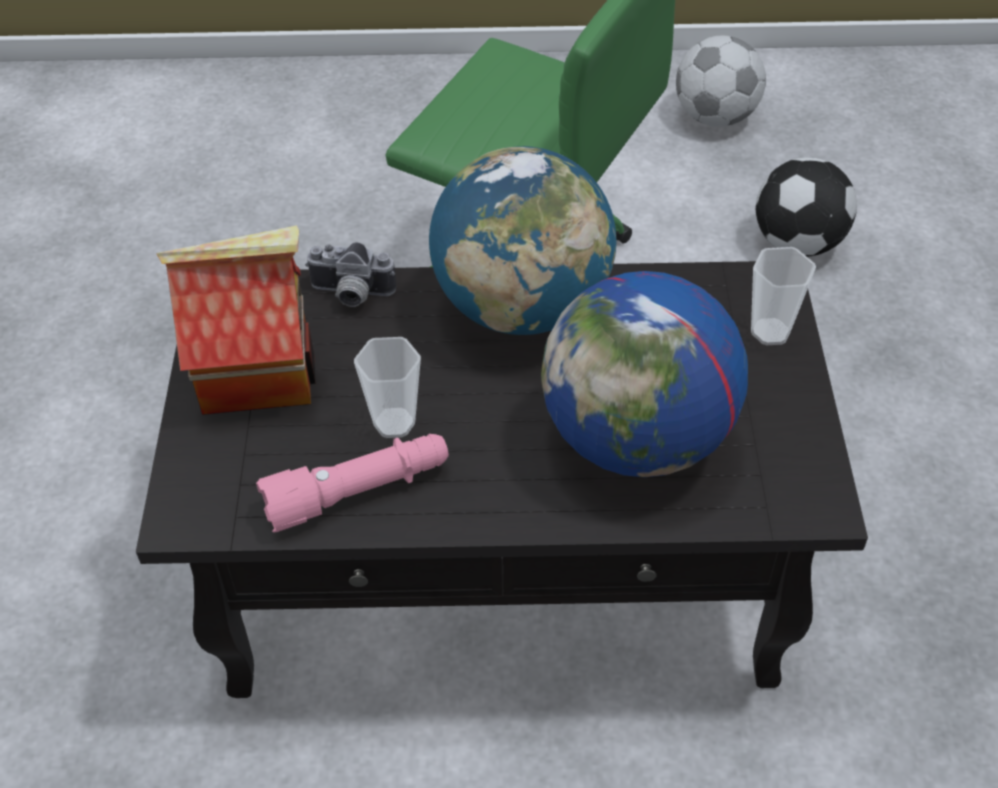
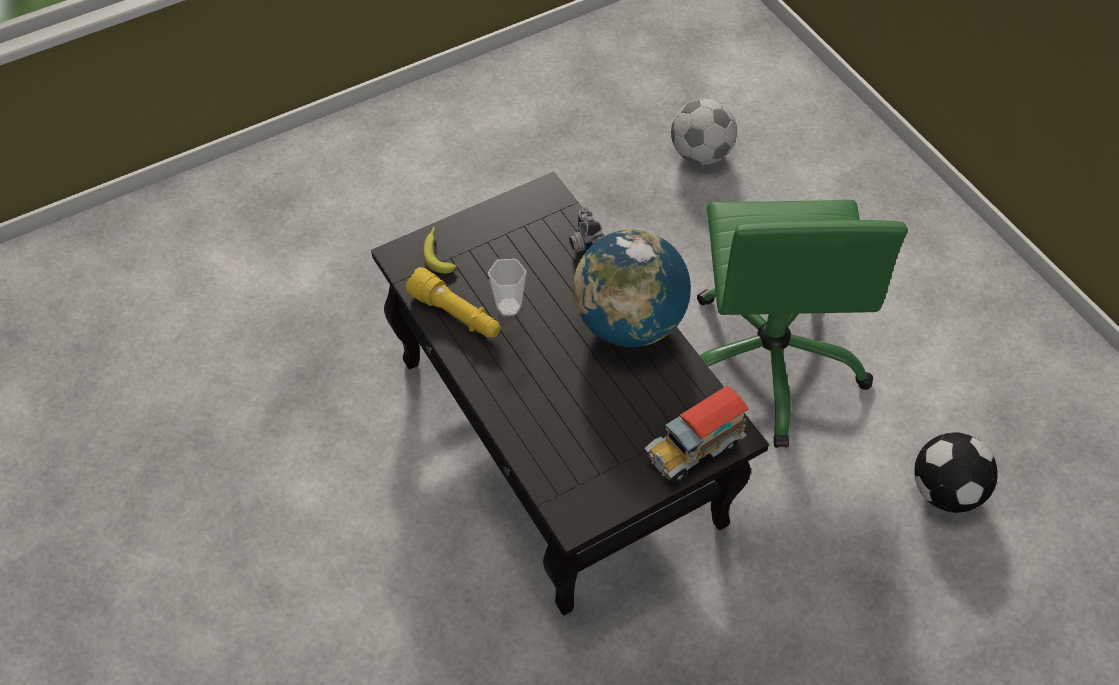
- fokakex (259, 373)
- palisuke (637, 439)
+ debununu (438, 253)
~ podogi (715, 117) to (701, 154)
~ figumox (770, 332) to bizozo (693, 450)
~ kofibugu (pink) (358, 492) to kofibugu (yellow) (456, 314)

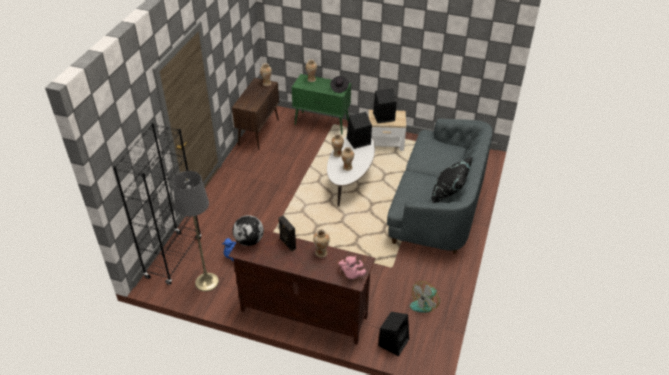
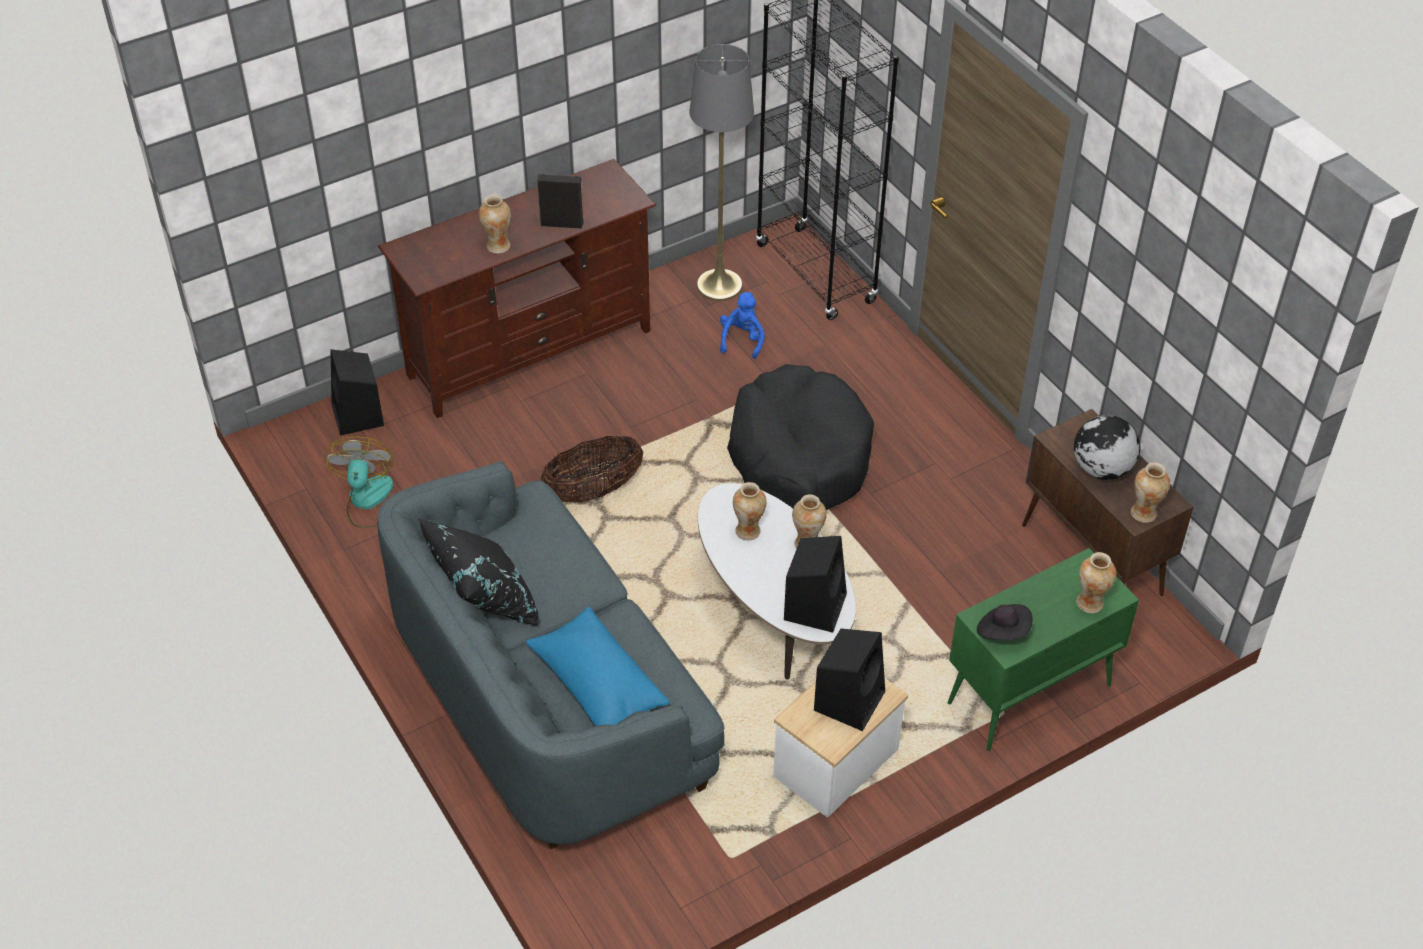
- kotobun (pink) (351, 274)
+ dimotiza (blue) (597, 684)
+ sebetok (593, 491)
+ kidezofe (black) (799, 456)
~ palisuke (249, 241) to (1101, 469)

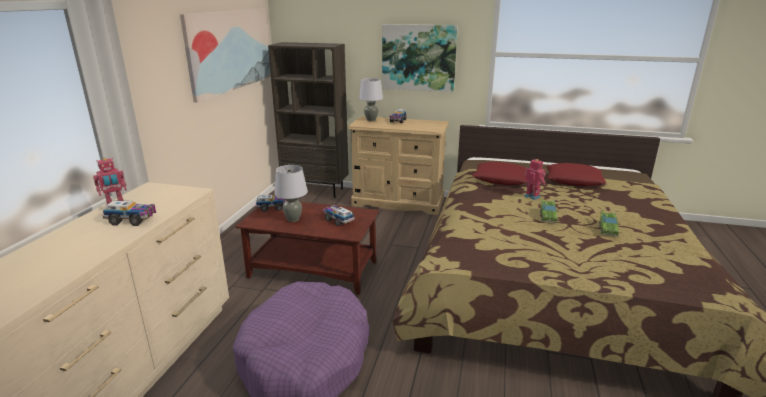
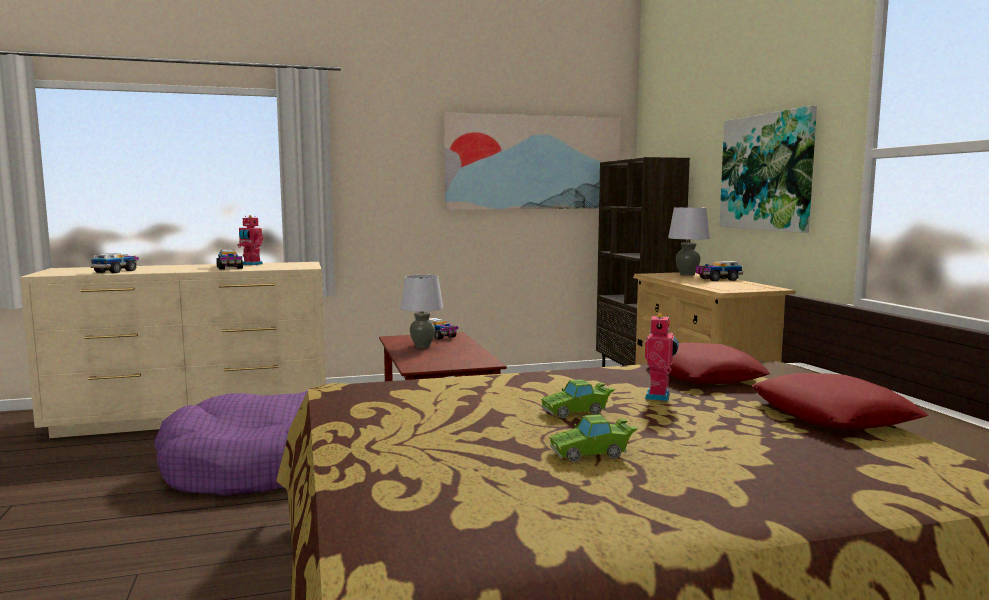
~ bizozo (338, 220) to (116, 271)

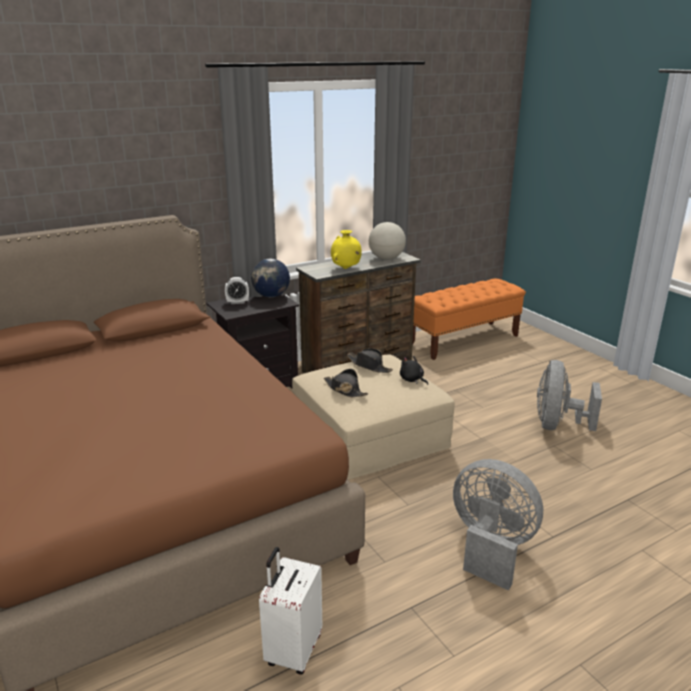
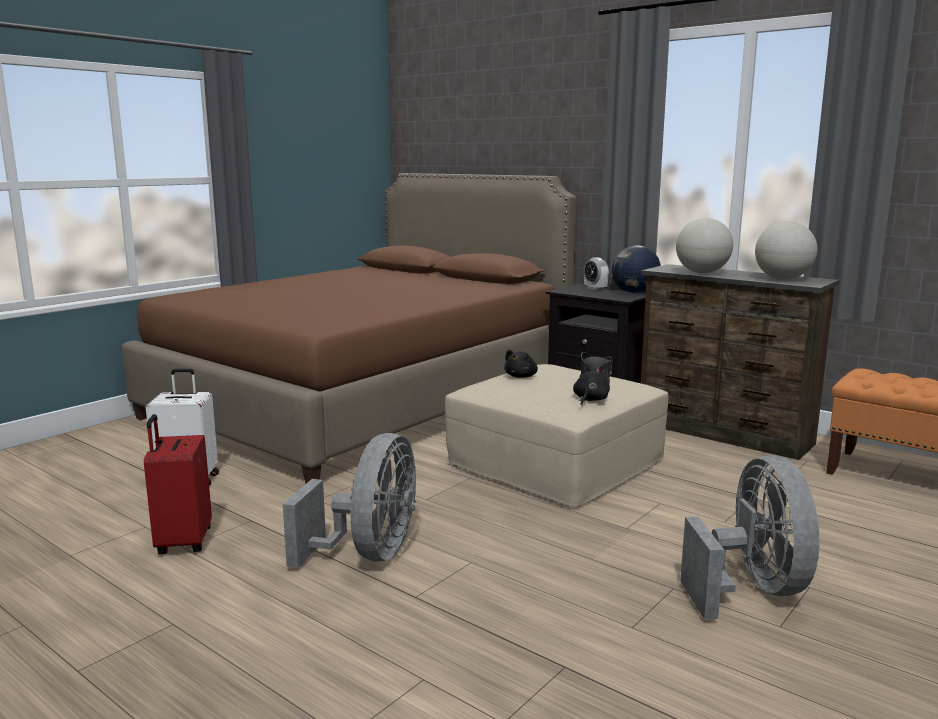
+ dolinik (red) (182, 542)
~ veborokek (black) (345, 390) to kotobun (black) (521, 376)
~ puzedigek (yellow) (346, 268) to palisuke (702, 273)
~ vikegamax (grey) (557, 425) = (752, 589) 90 degrees clockwise

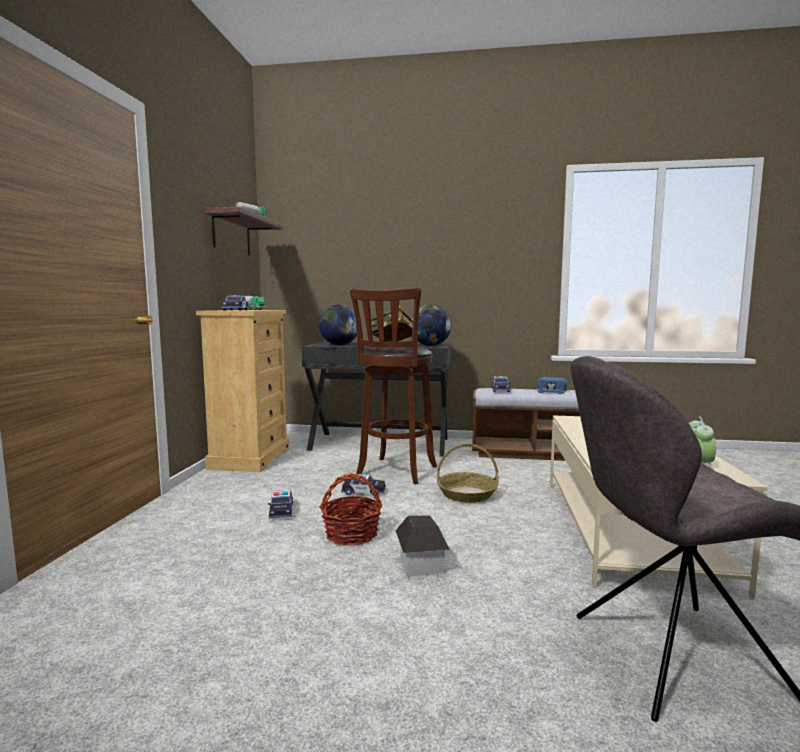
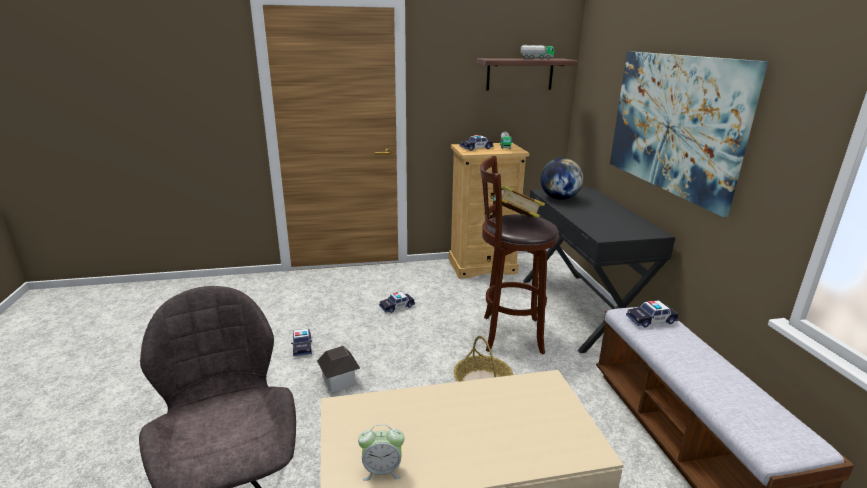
- sebetok (352, 534)
- palisuke (430, 345)
- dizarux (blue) (551, 390)
+ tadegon (674, 123)
~ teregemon (363, 491) to (302, 346)

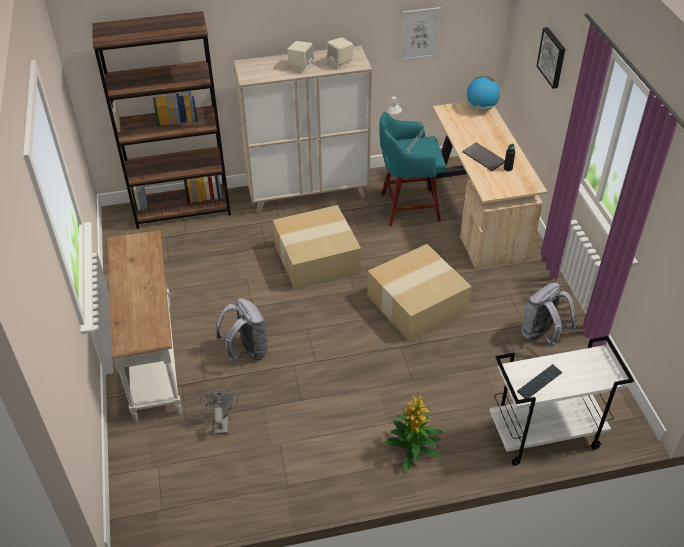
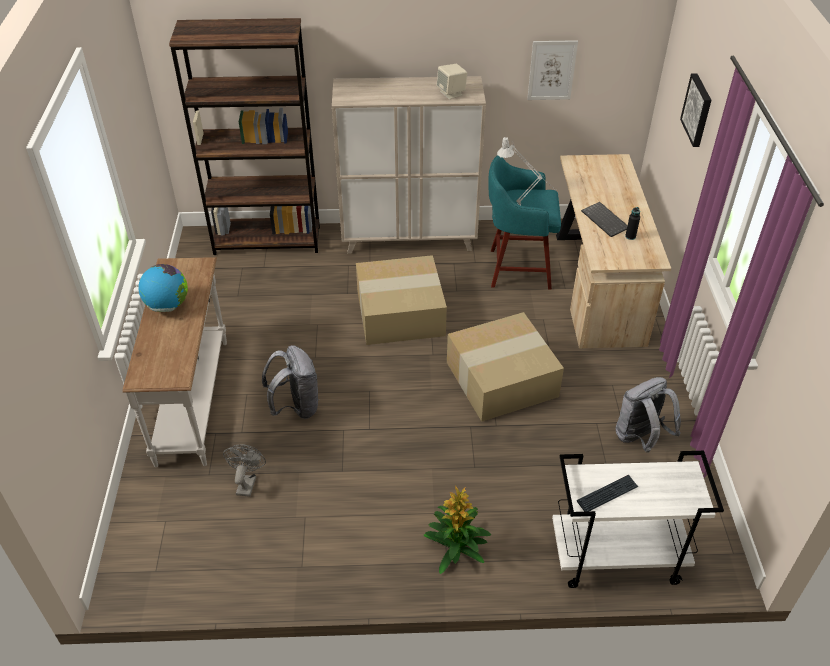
- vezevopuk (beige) (301, 66)
~ palisuke (481, 107) to (167, 305)

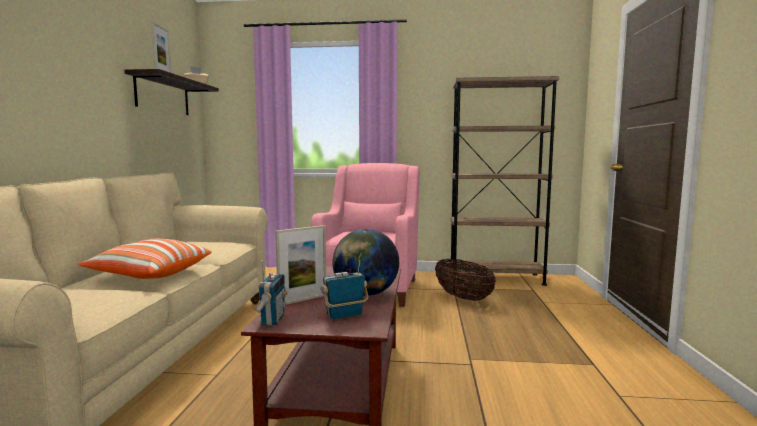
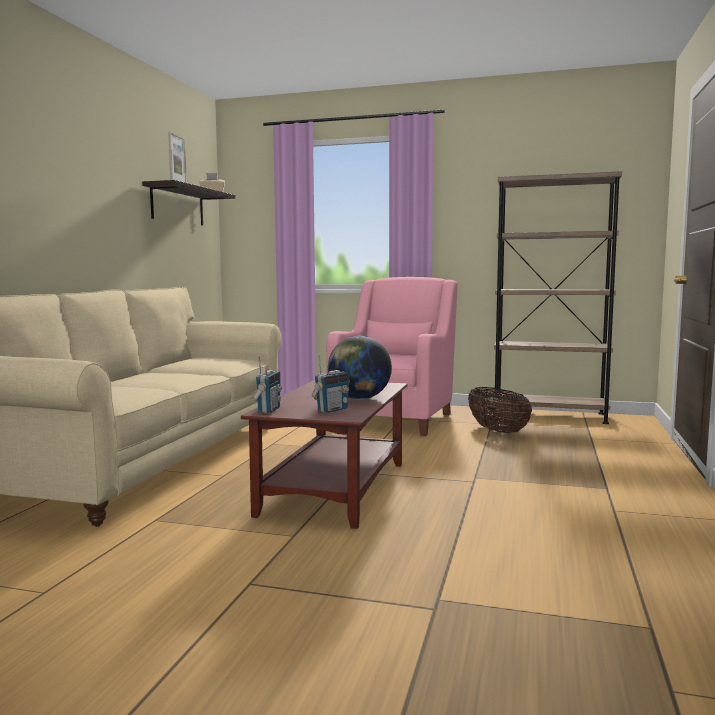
- dimotiza (150, 274)
- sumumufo (303, 300)
~ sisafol (344, 315) = (332, 410) 150 degrees clockwise

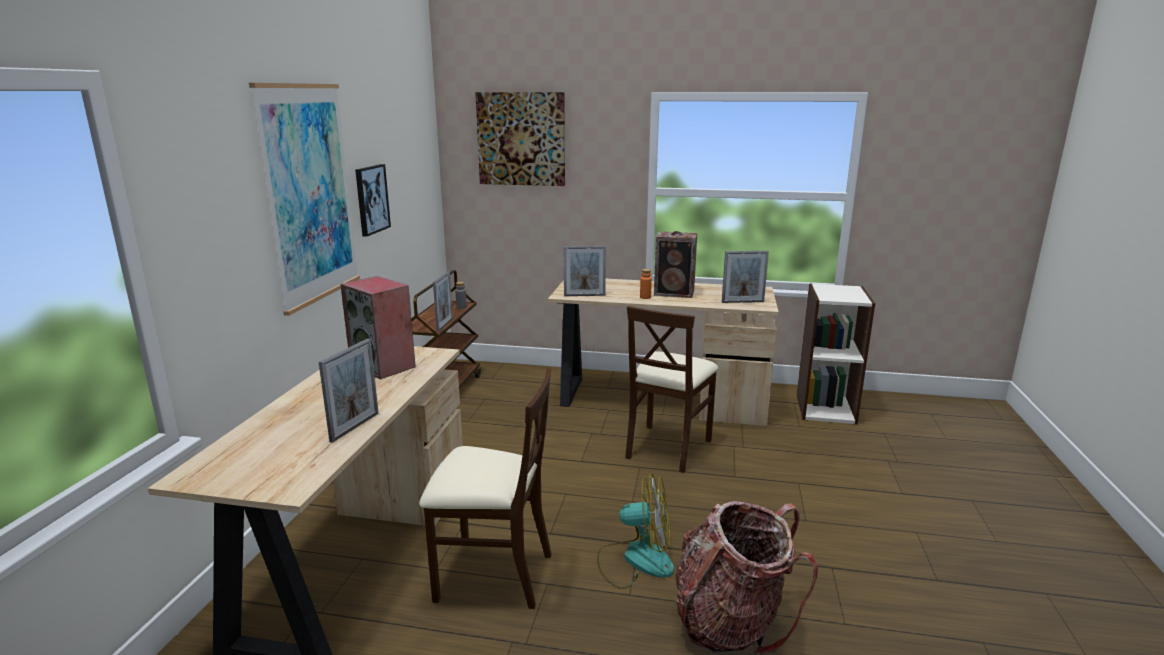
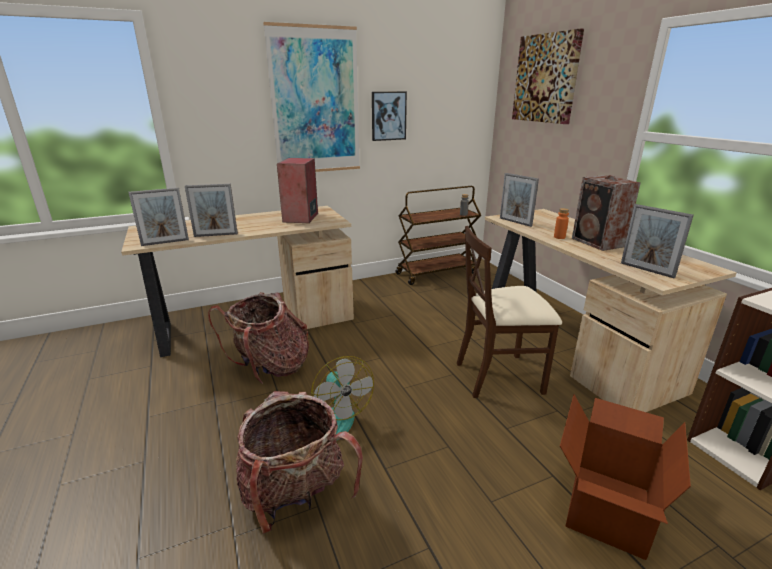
+ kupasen (605, 507)
~ sumumufo (445, 324) to (165, 242)
~ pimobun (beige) (493, 575) to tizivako (270, 368)

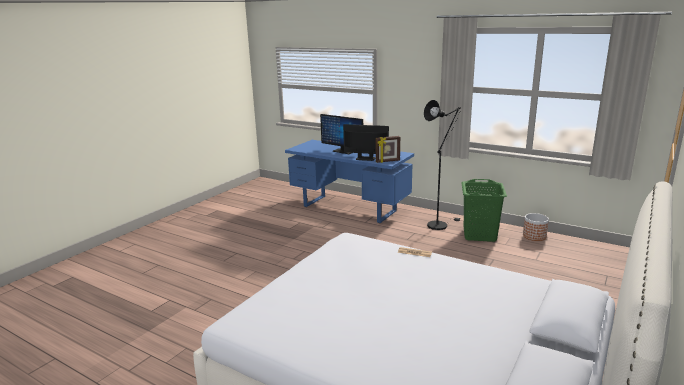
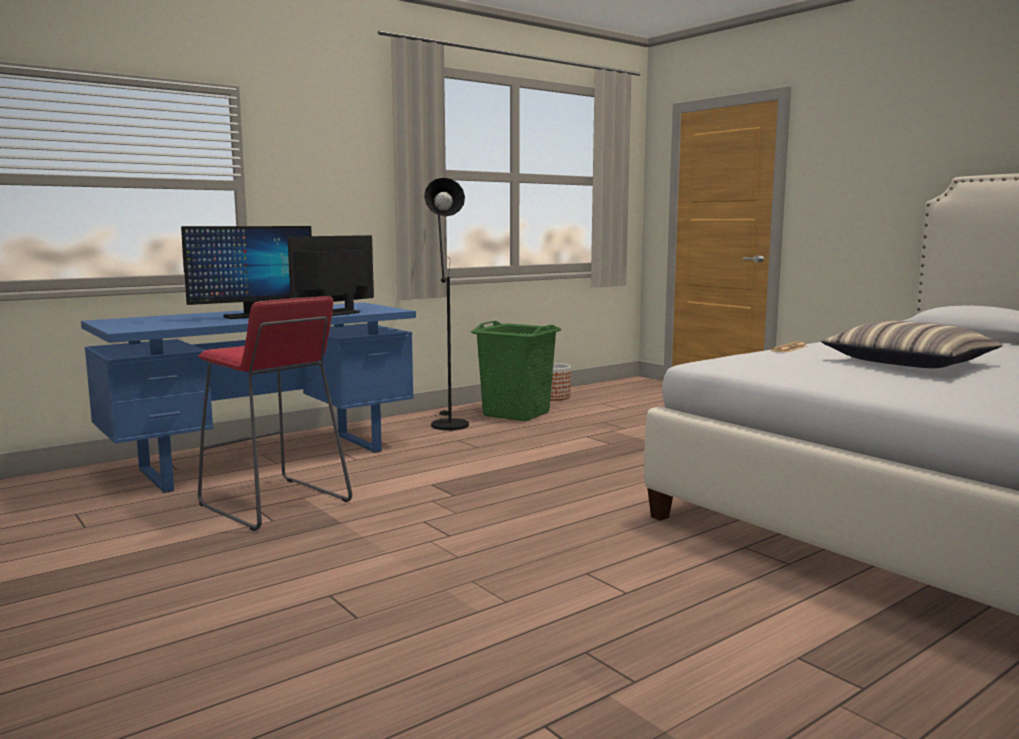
- sumumufo (388, 161)
+ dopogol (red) (274, 503)
+ dimotiza (909, 363)

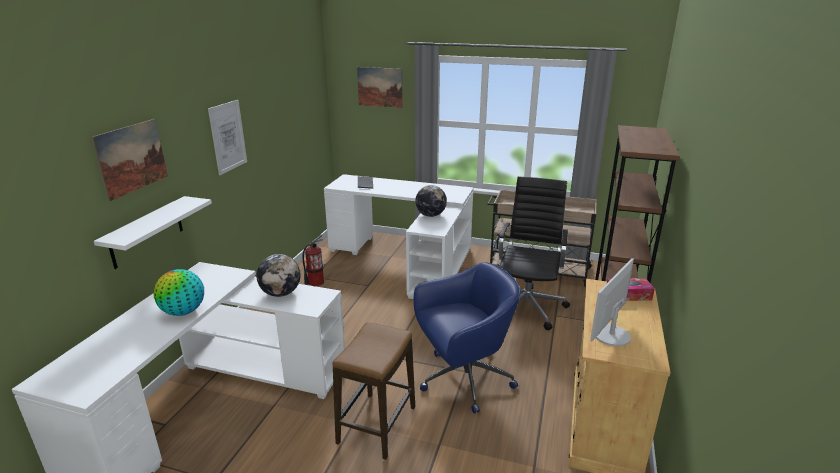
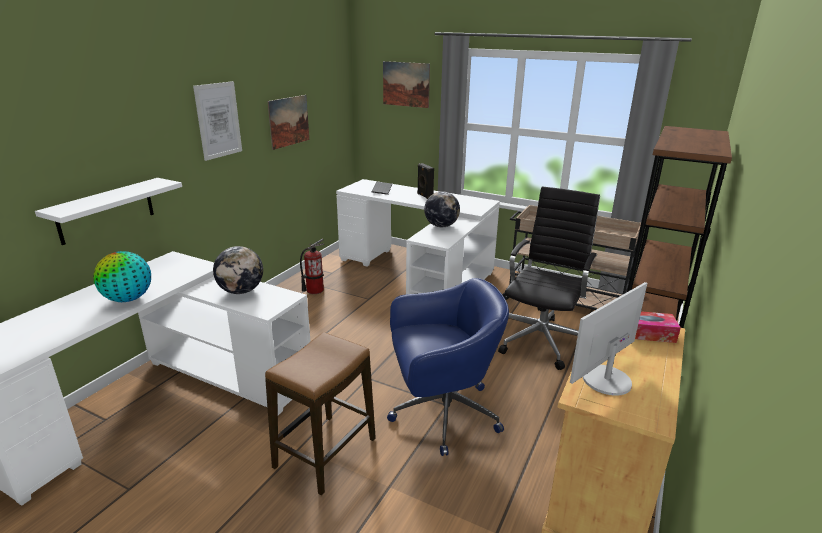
+ vezevopuk (black) (424, 196)
~ tadegon (132, 158) to (289, 121)

